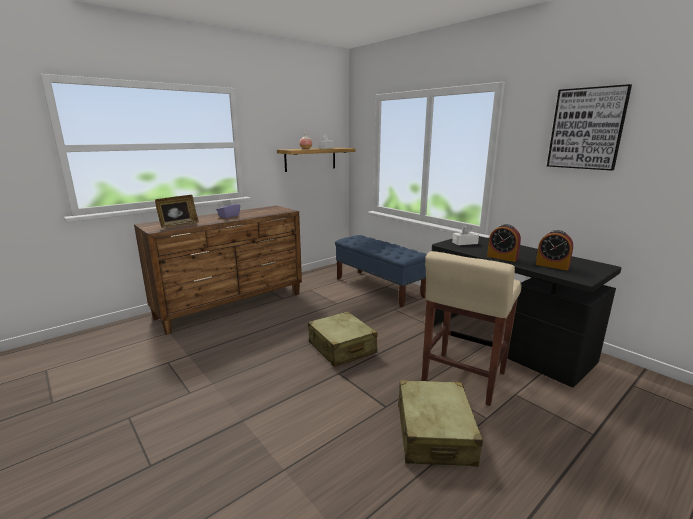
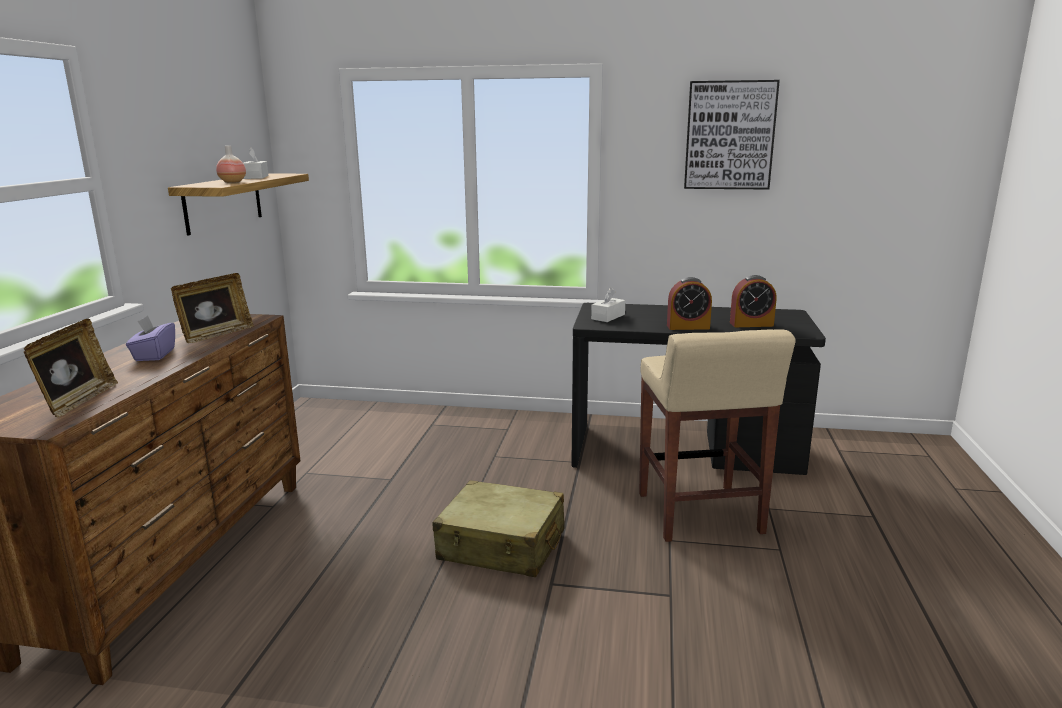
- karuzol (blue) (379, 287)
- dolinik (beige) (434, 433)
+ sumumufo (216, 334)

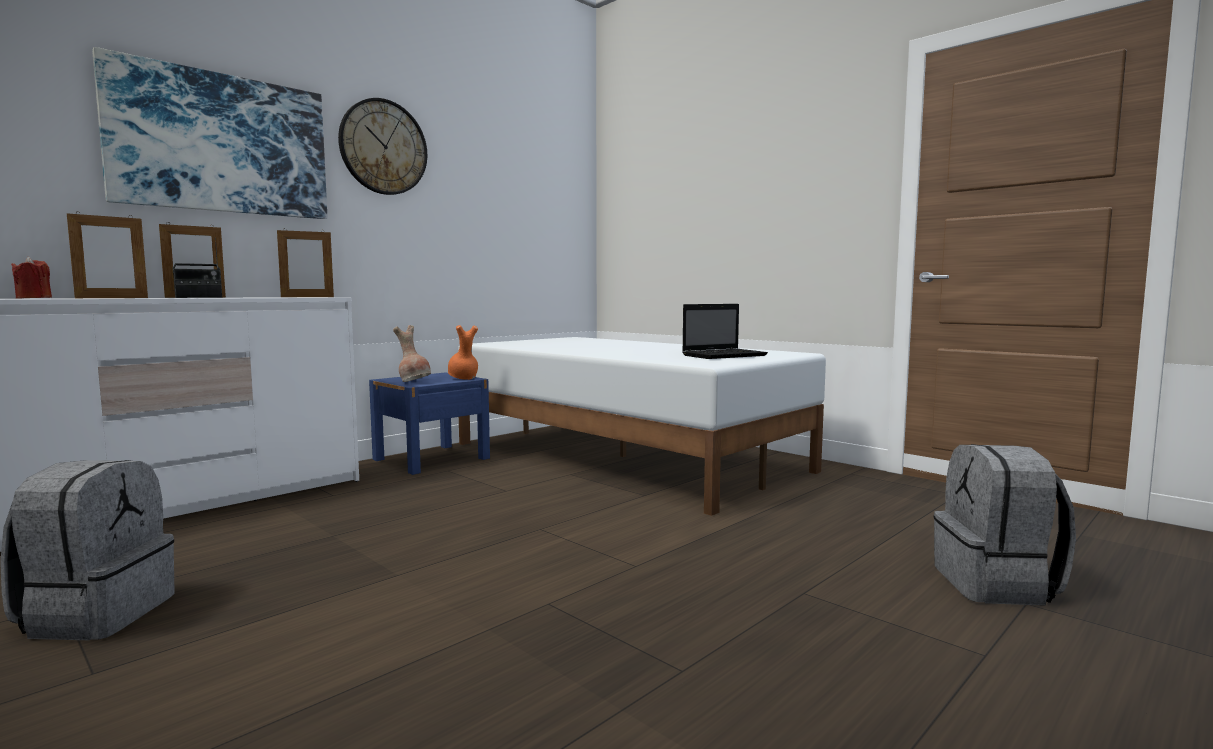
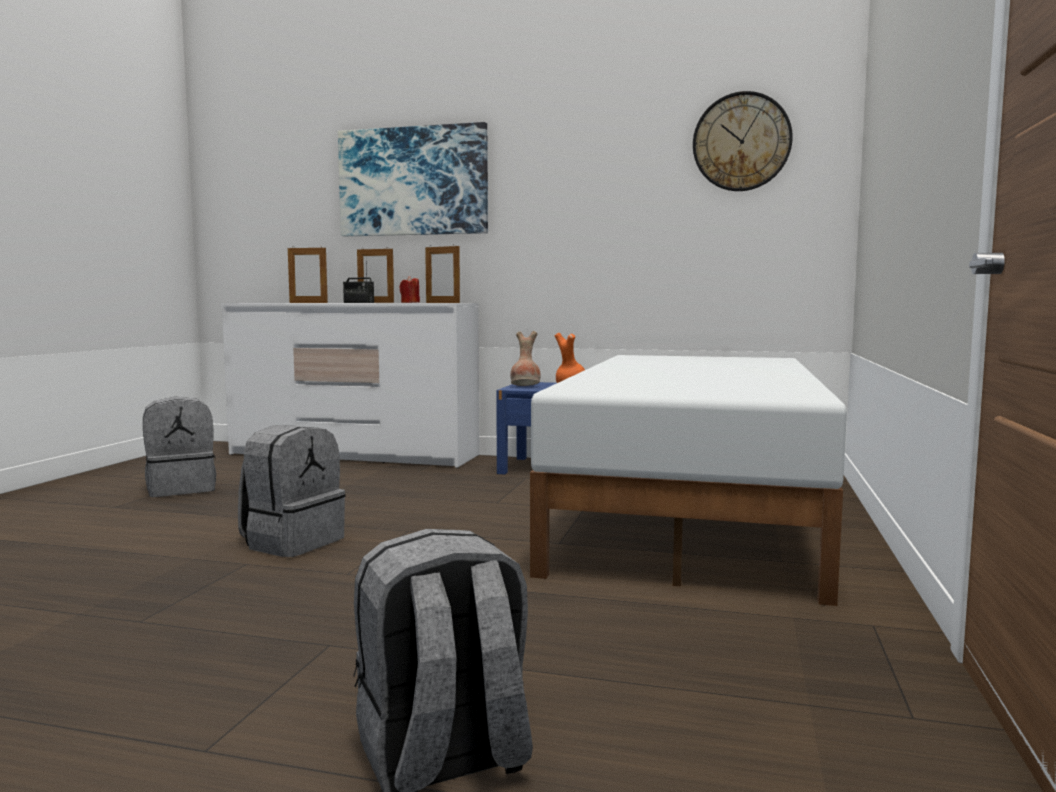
- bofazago (725, 355)
+ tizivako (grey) (292, 542)
~ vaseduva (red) (34, 298) to (410, 302)
~ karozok (383, 147) to (741, 142)

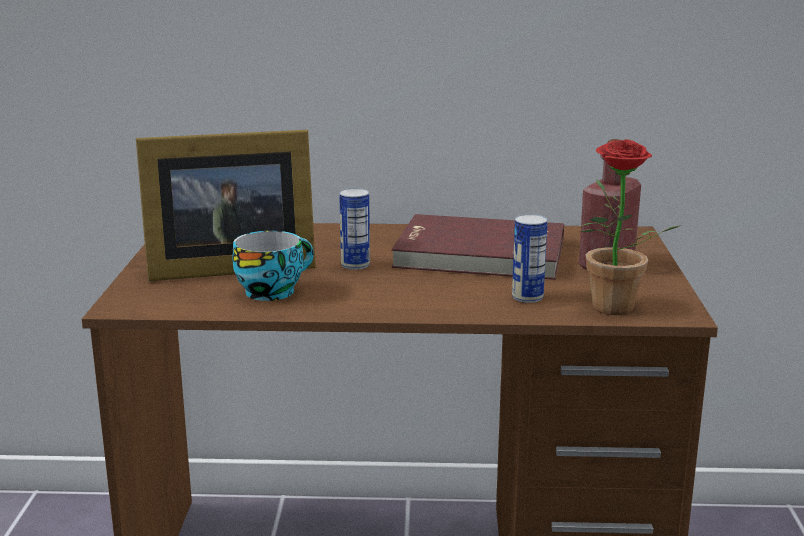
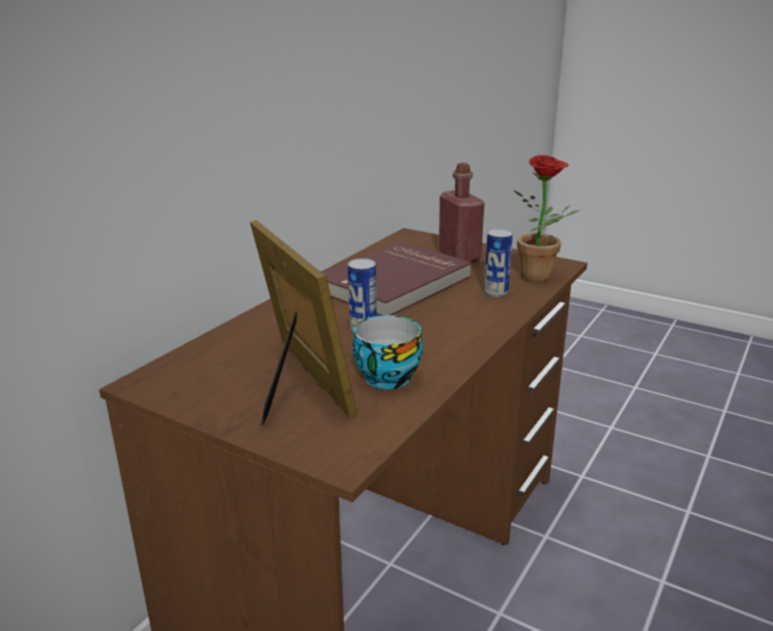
~ sumumufo (225, 267) = (297, 384) 45 degrees counterclockwise

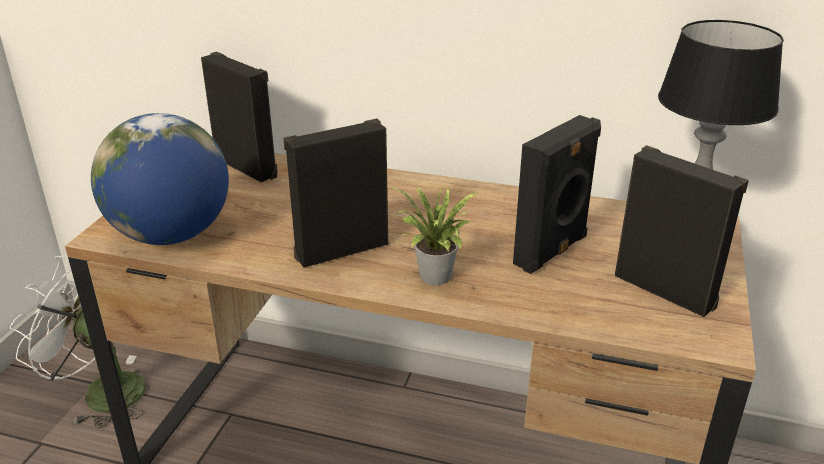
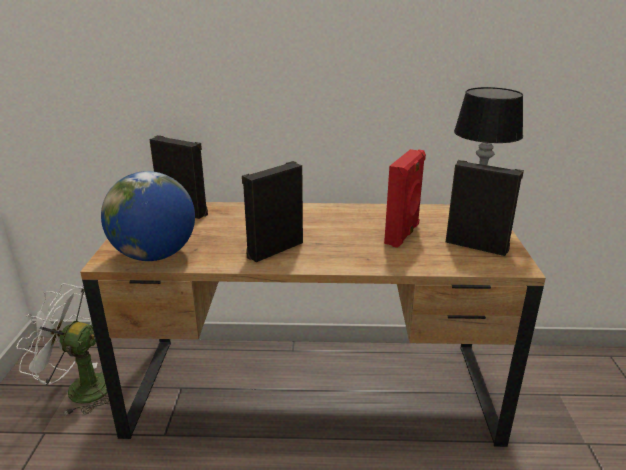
- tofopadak (434, 278)
~ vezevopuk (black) (552, 251) to vezevopuk (red) (403, 234)

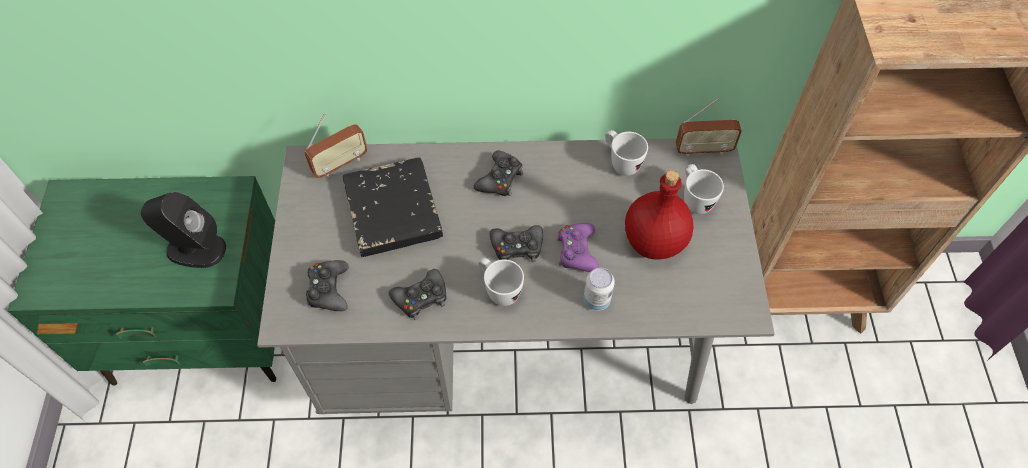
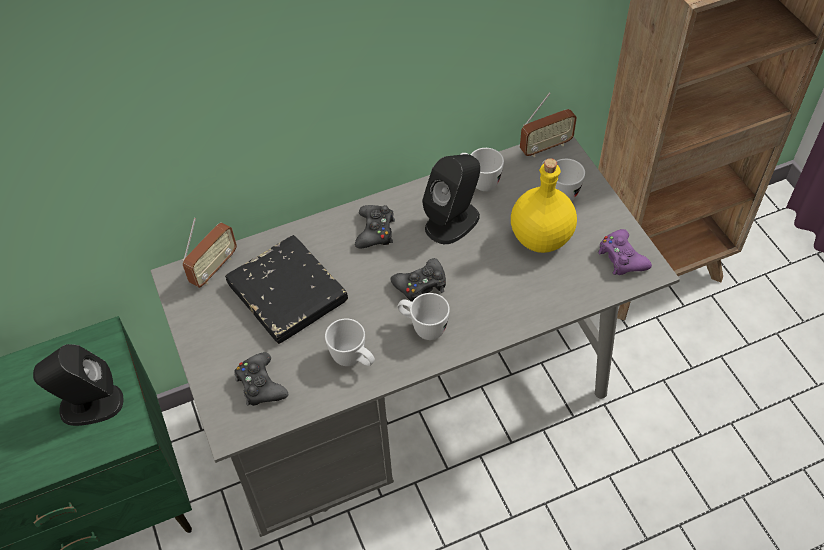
- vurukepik (596, 300)
+ vezevopuk (black) (453, 221)
~ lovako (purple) (577, 251) to (621, 258)
~ lovako (black) (421, 298) to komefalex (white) (354, 360)
~ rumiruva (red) (654, 240) to rumiruva (yellow) (540, 237)

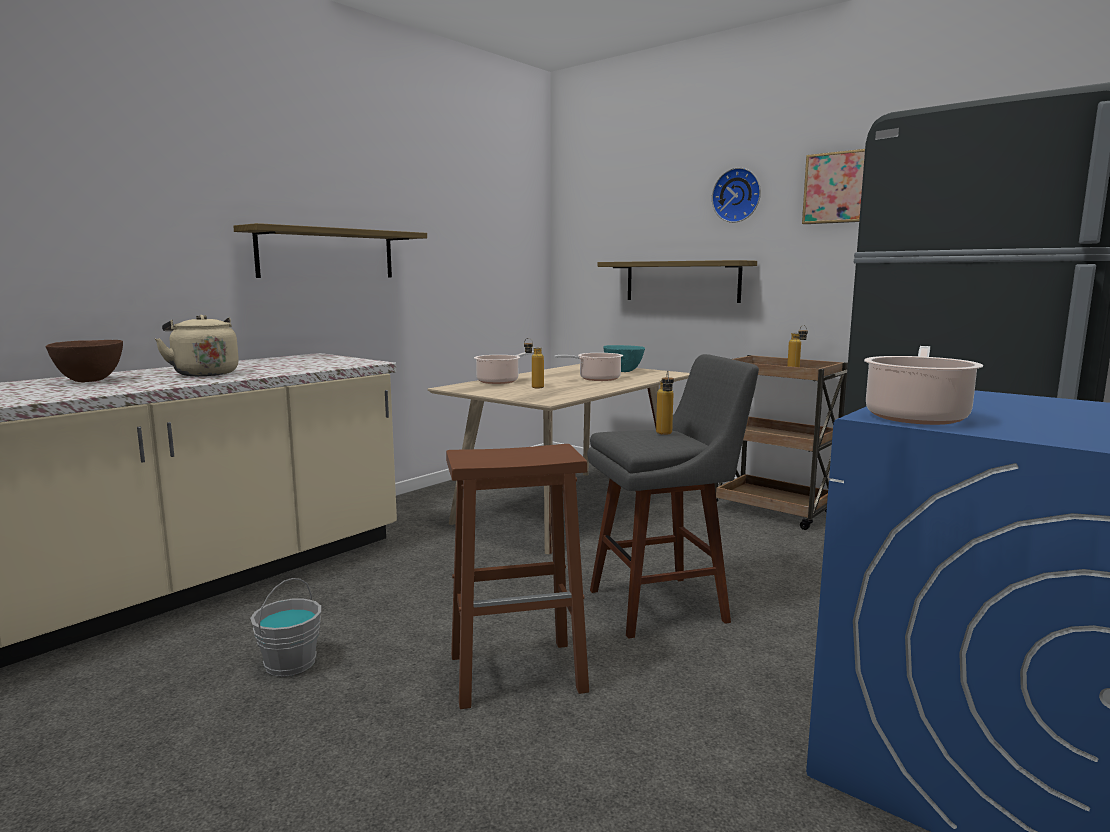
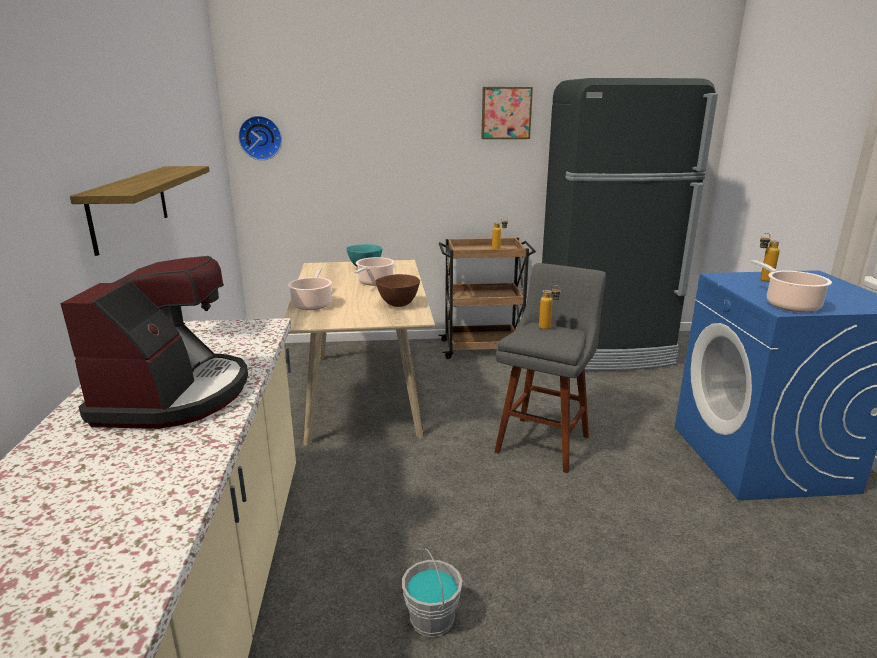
- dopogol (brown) (519, 672)
- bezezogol (682, 281)
~ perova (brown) (89, 381) to (398, 305)
~ rumiruva (533, 387) to (762, 280)
~ karozok (737, 195) to (260, 137)
~ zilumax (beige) (204, 373) to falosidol (174, 395)

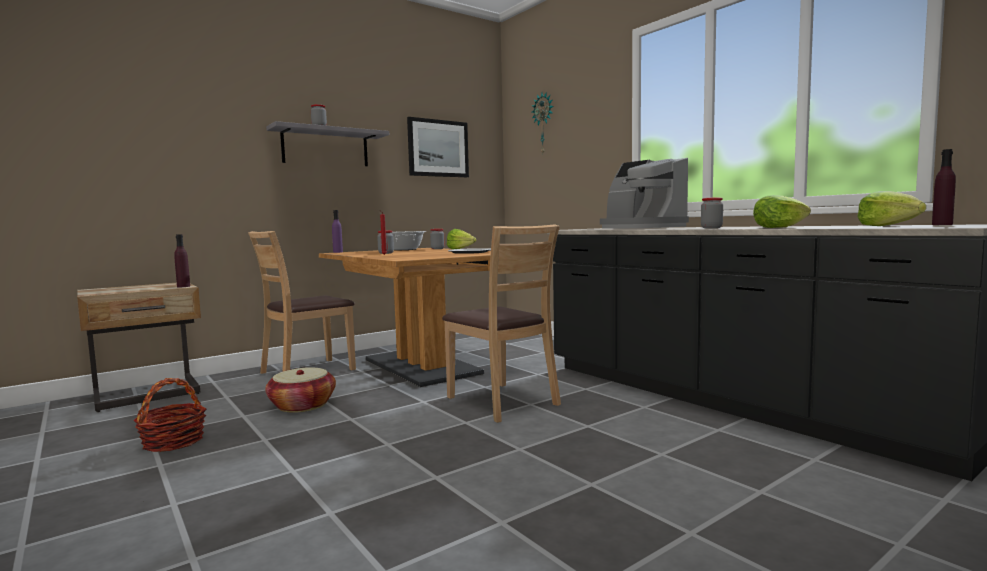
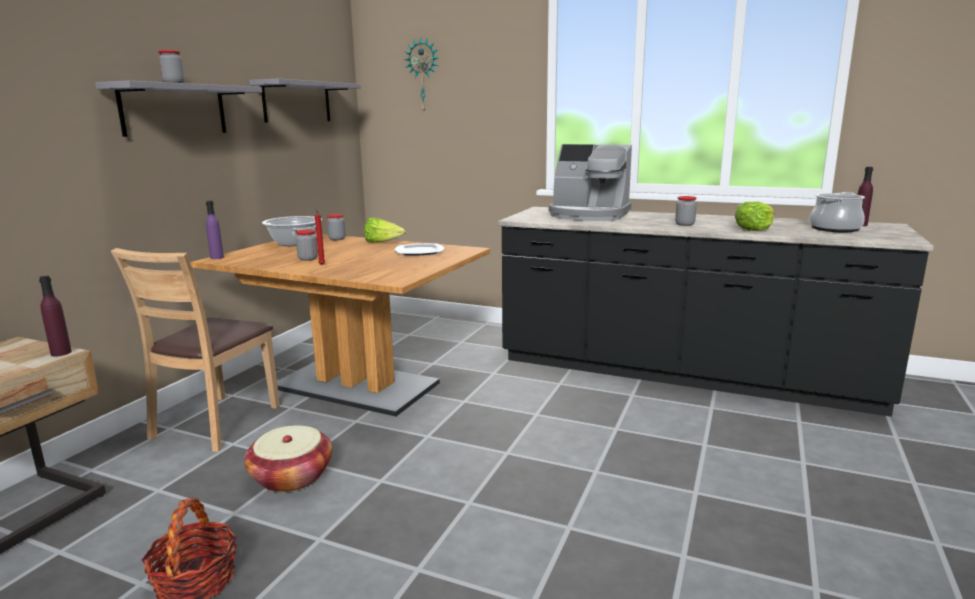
- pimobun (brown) (502, 402)
~ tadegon (438, 148) to bezezogol (grey) (297, 102)
~ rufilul (888, 226) to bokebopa (834, 229)

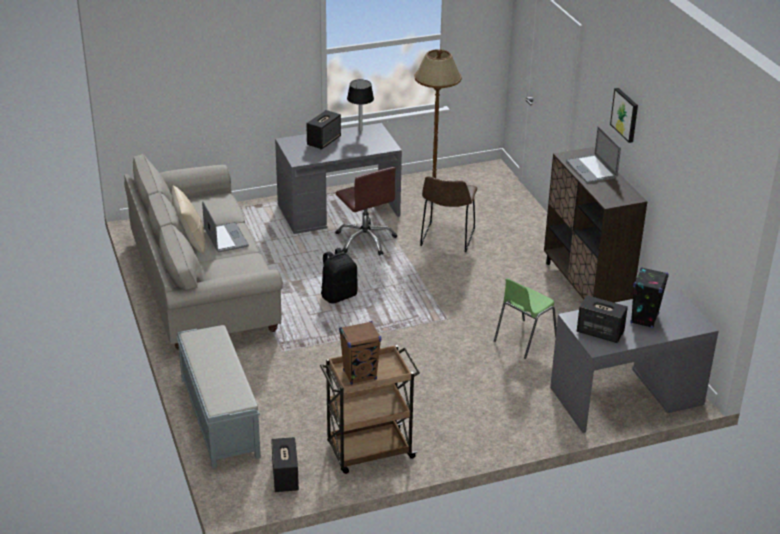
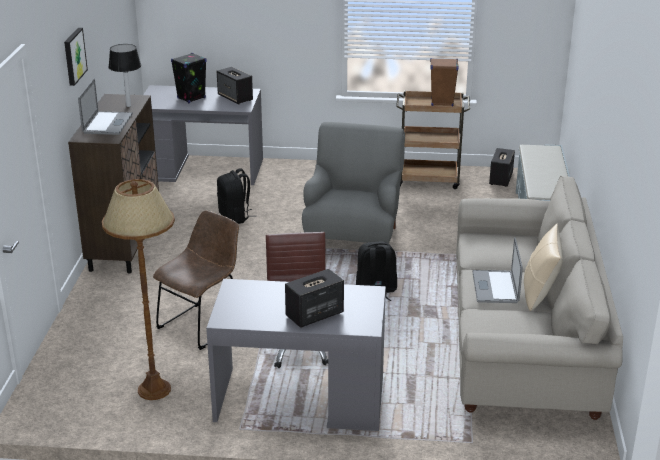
+ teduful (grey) (354, 239)
~ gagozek (360, 130) to (128, 105)
~ pimobun (green) (524, 339) to tizivako (black) (235, 217)

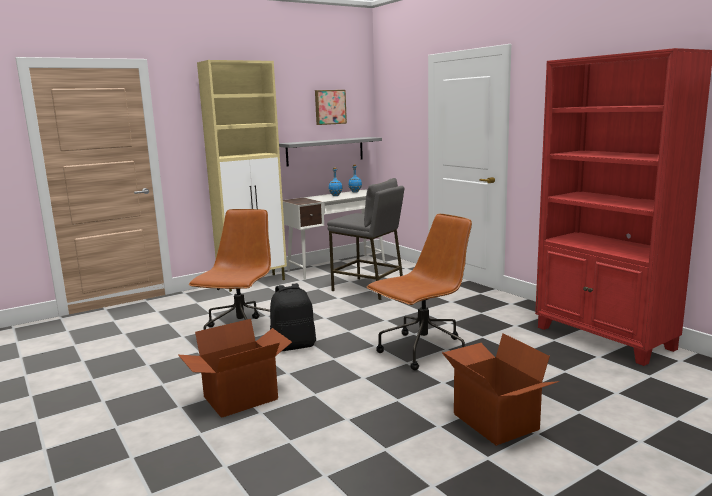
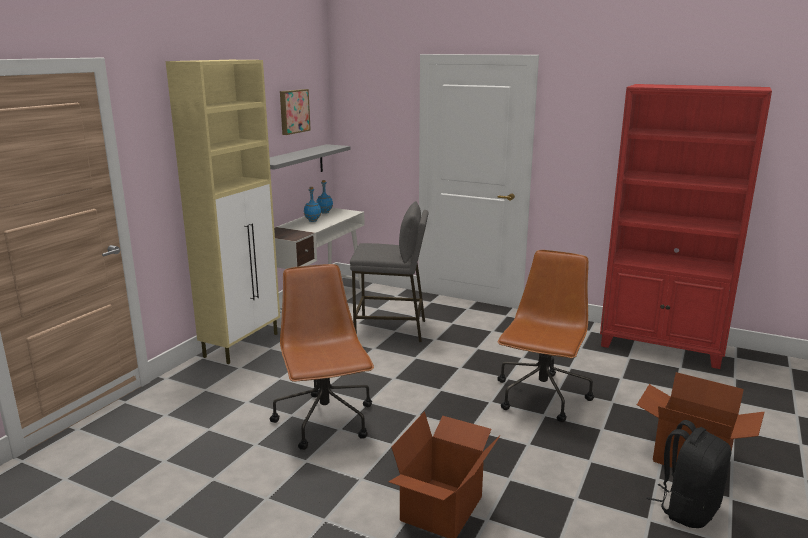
~ tizivako (black) (293, 346) to (687, 509)

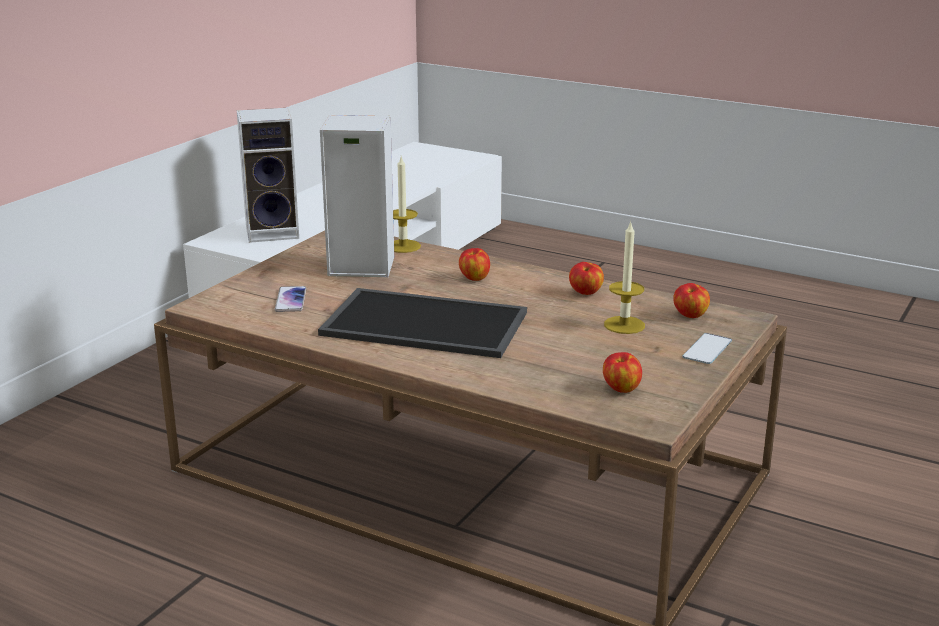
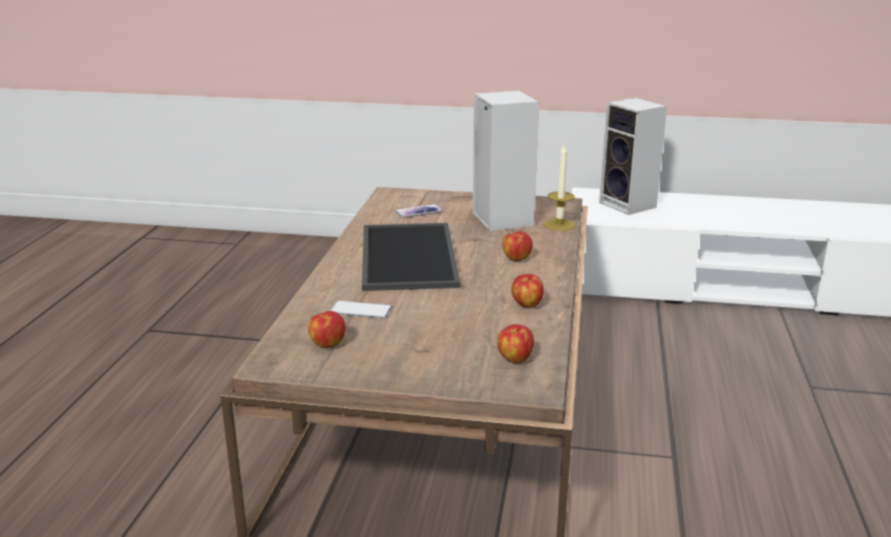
- vaseduva (624, 325)
~ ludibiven (707, 349) to (361, 310)

